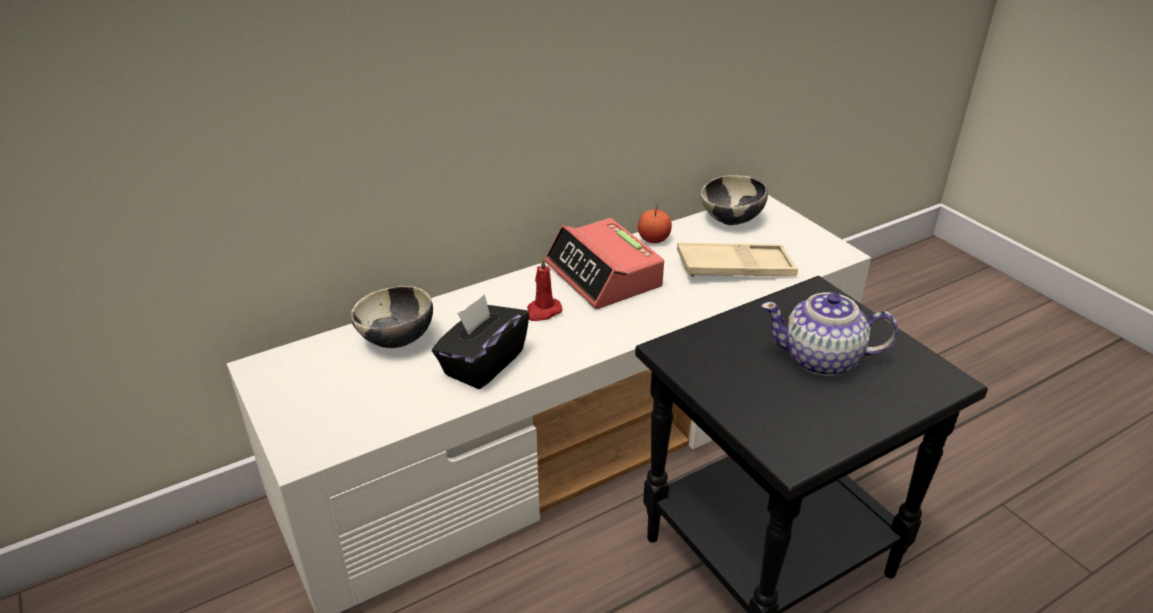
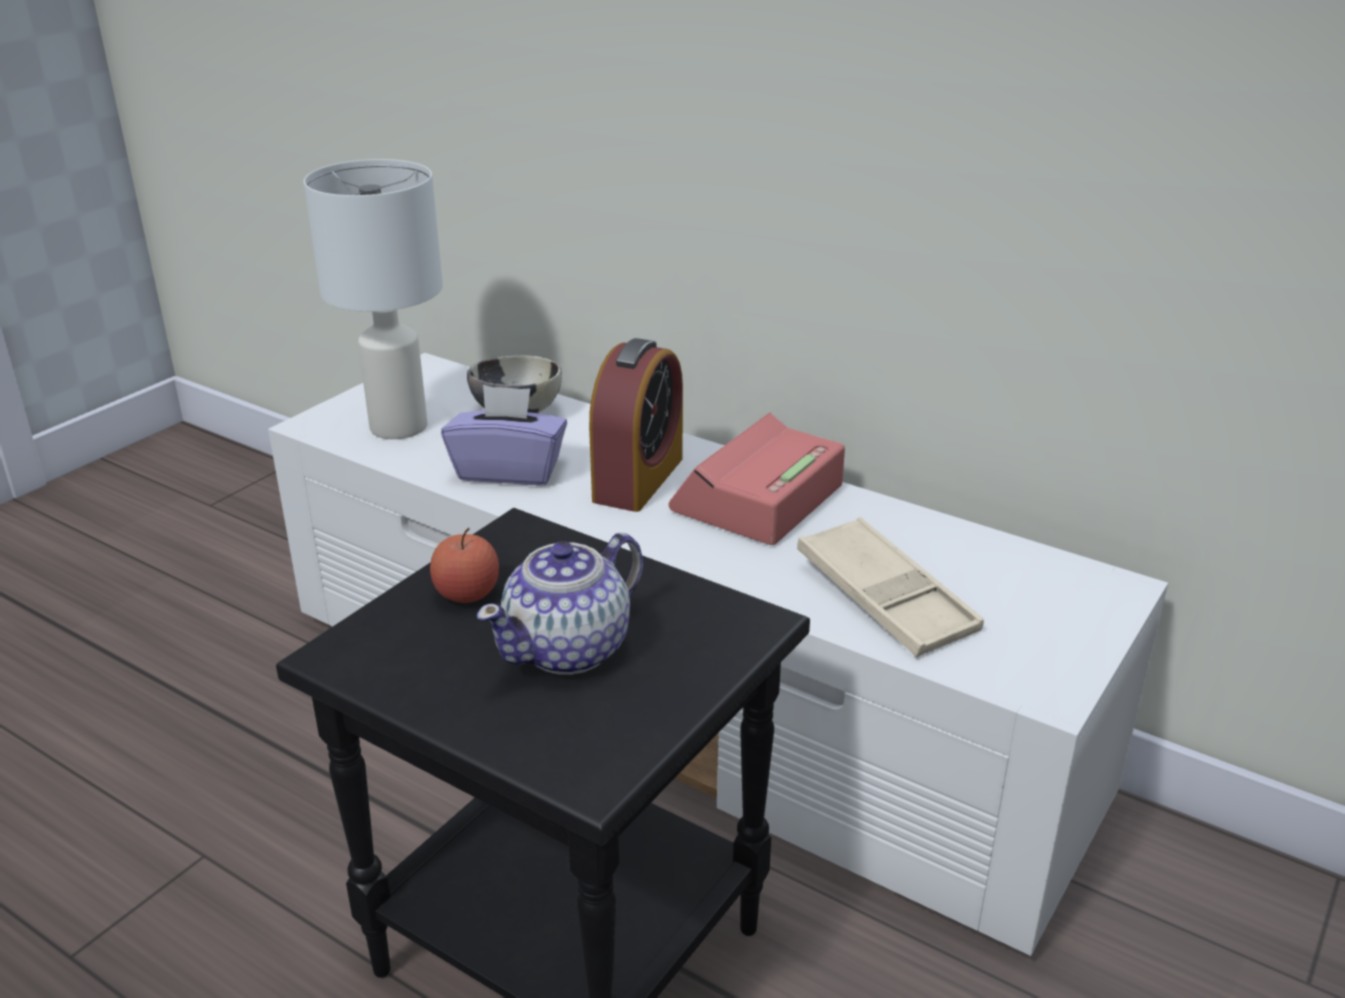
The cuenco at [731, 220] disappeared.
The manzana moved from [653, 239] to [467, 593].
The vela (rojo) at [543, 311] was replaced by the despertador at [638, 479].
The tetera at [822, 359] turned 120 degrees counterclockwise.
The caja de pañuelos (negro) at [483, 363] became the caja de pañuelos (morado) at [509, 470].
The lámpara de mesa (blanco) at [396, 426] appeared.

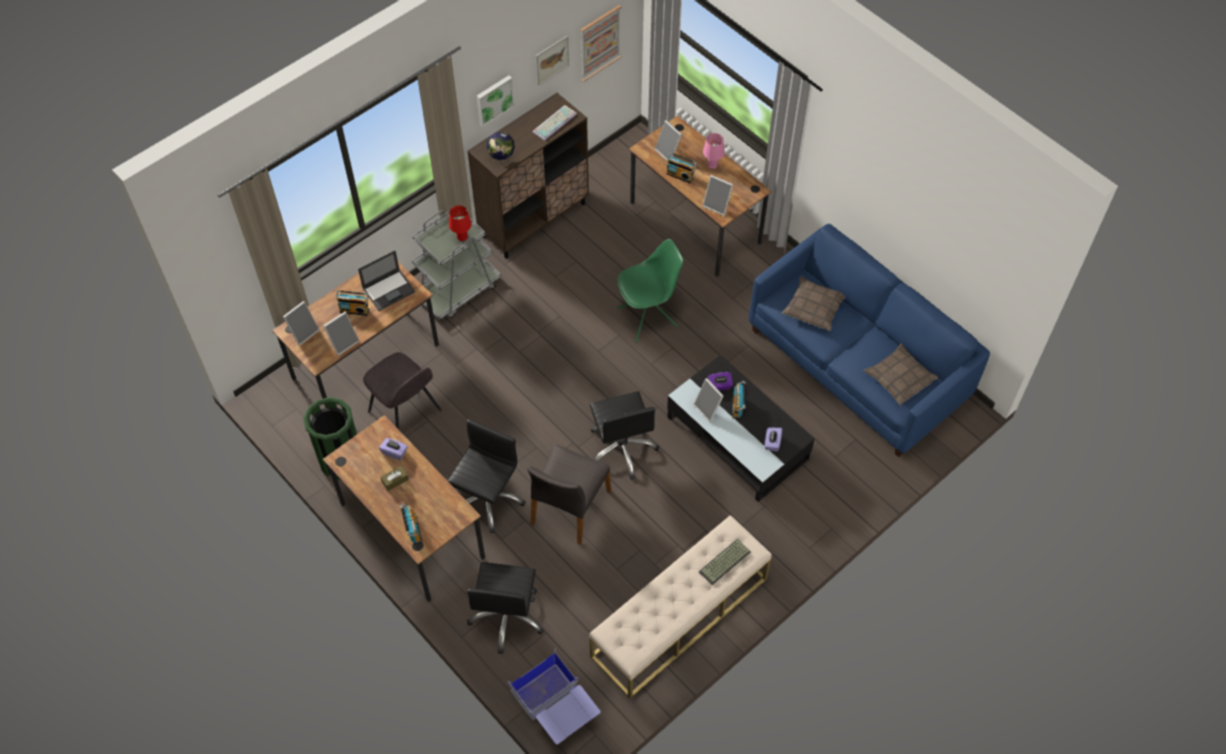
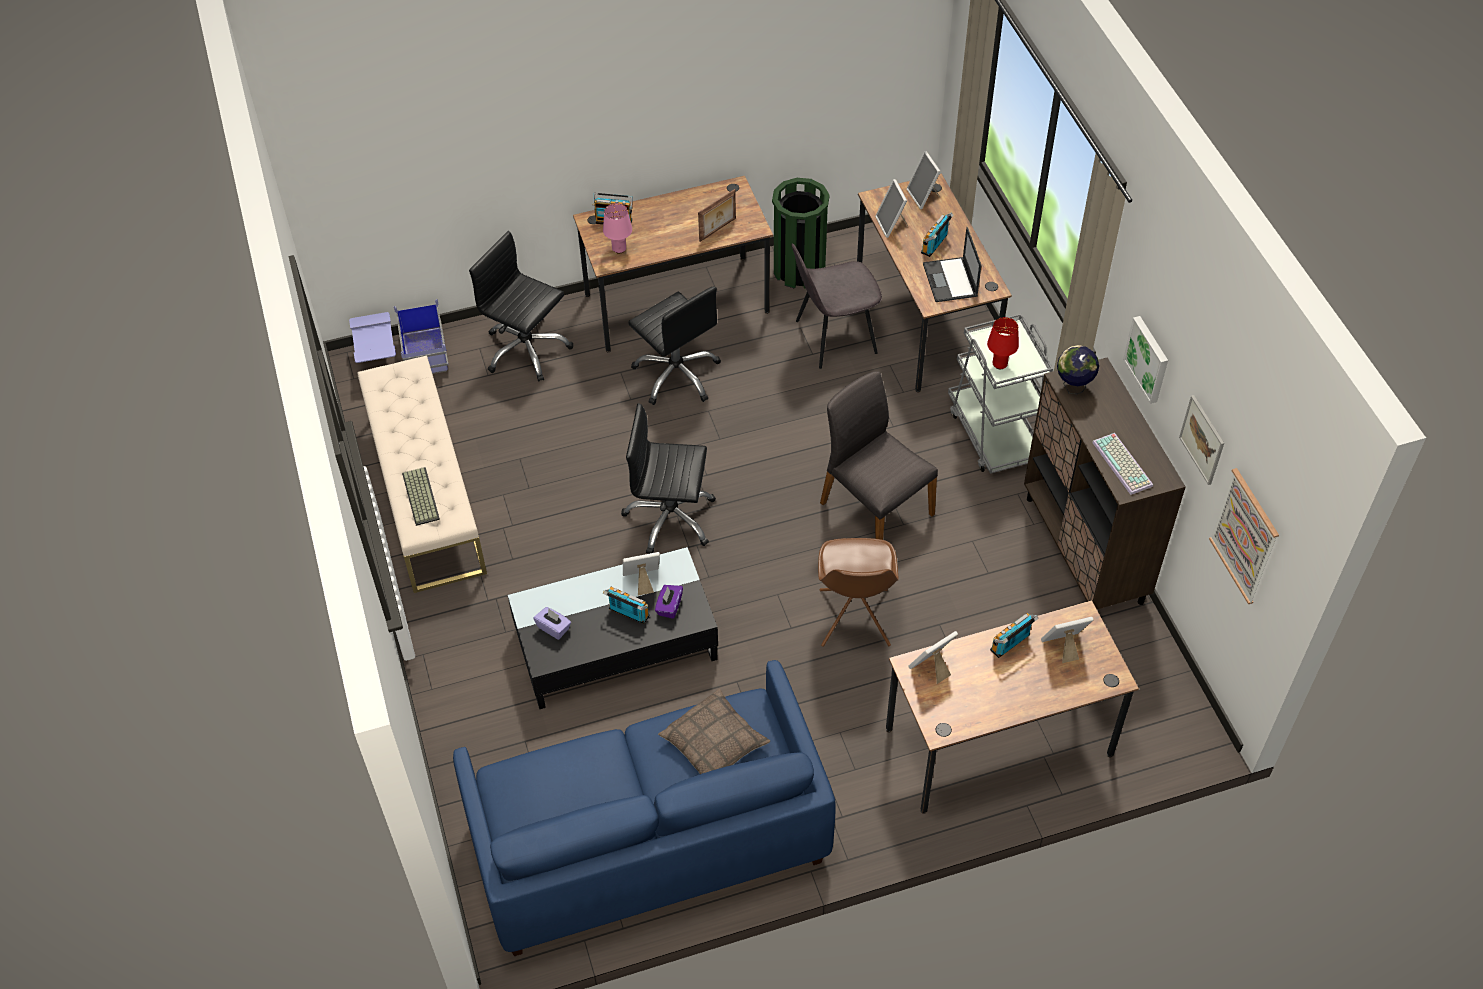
The lámpara de mesa (rosa) moved from [712, 165] to [619, 249].
The silla (verde) at [648, 317] became the silla (marrón) at [854, 619].
The cojín at [899, 378] disappeared.
The caja de pañuelos (morado) at [394, 452] was replaced by the portarretratos at [718, 230].
The silla (gris) moved from [569, 507] to [874, 508].
The caja de pañuelos (marrón) at [395, 480] disappeared.

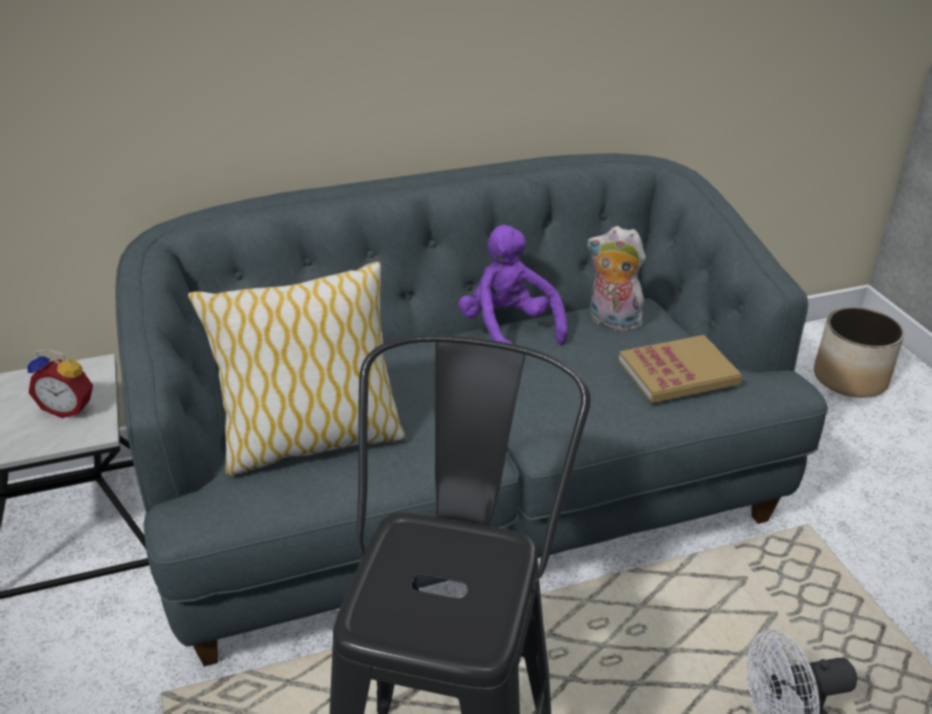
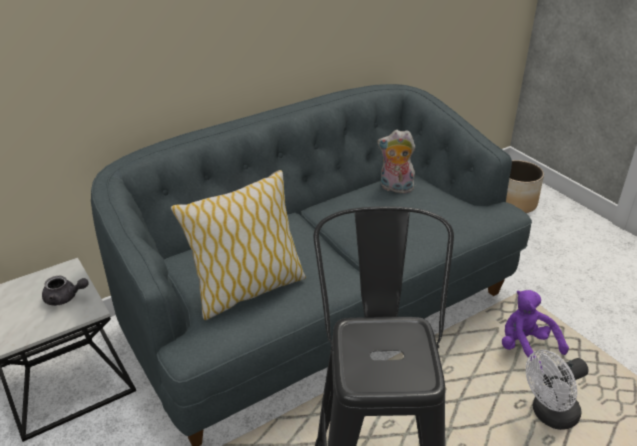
The peluche (morado) moved from [508, 330] to [526, 349].
The libro at [678, 373] disappeared.
The despertador at [70, 408] was replaced by the tetera (gris) at [65, 298].

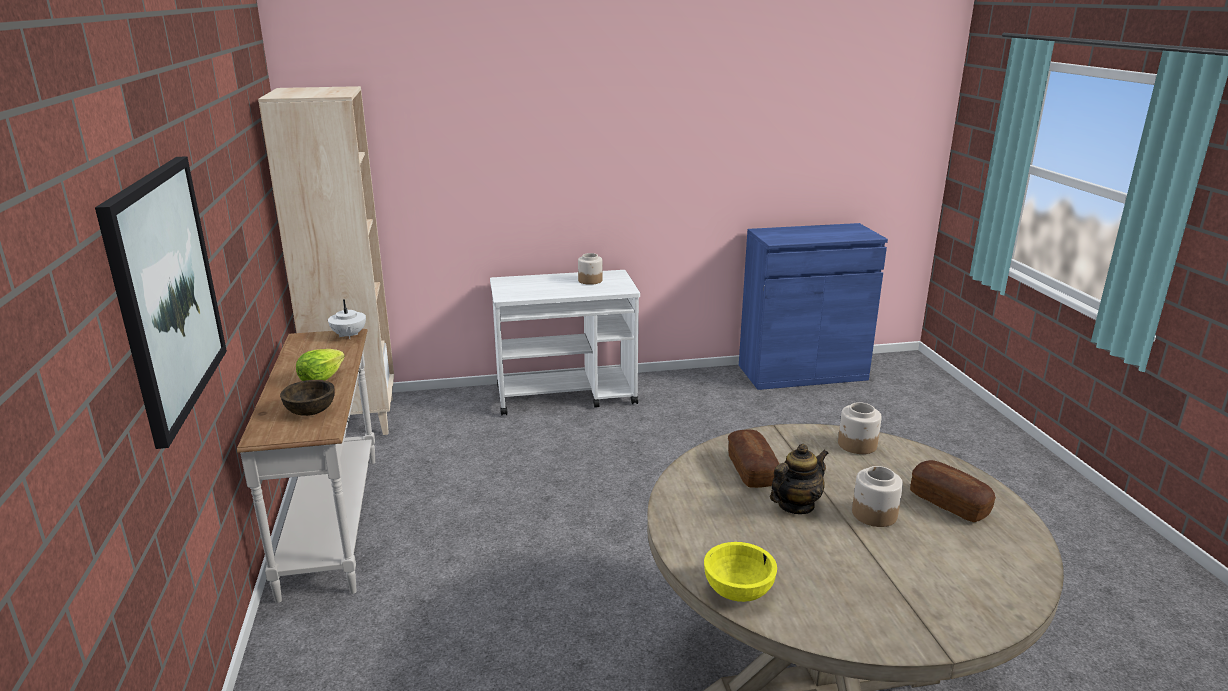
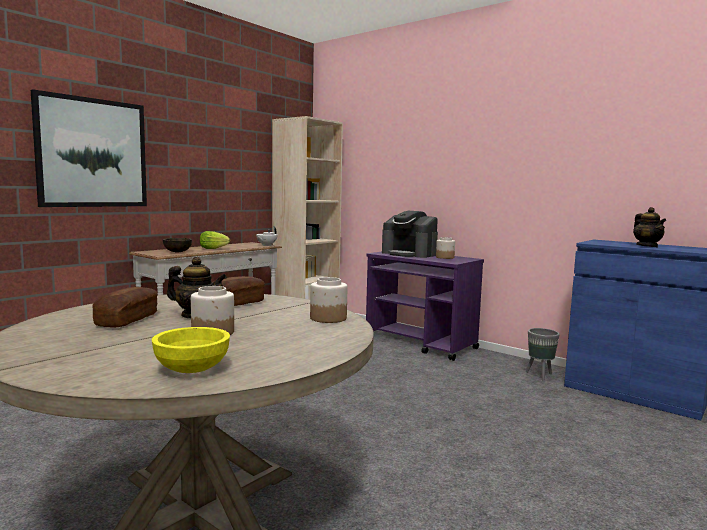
The carrito (blanco) at [567, 395] became the carrito (morado) at [421, 344].
The pan moved from [949, 503] to [127, 320].
The cuenco (amarillo) moved from [738, 591] to [191, 369].
The tetera at [647, 246] appeared.
The cafetera at [409, 254] appeared.
The maceta (gris) at [539, 375] appeared.

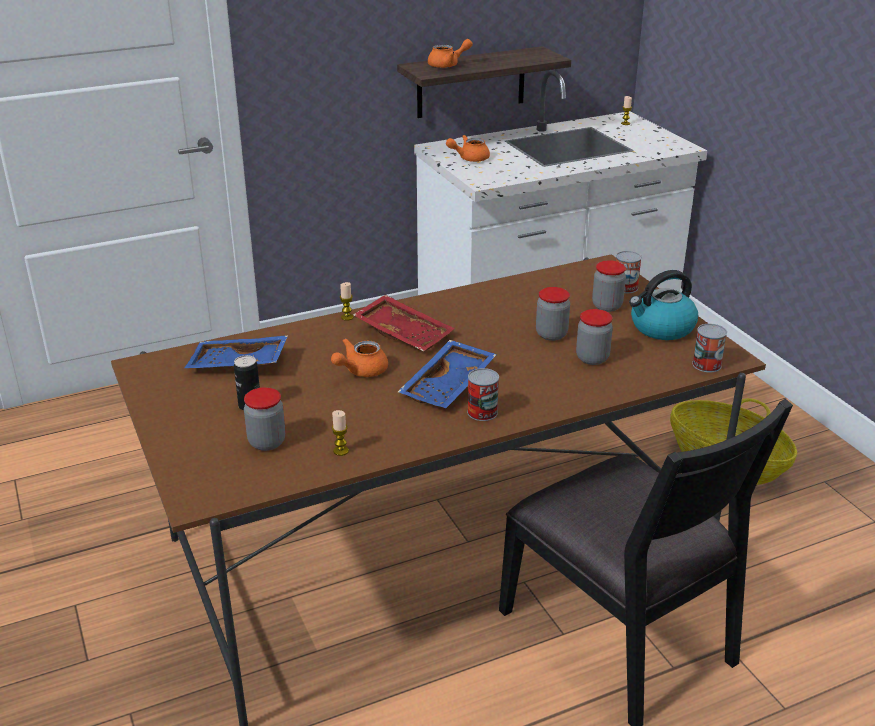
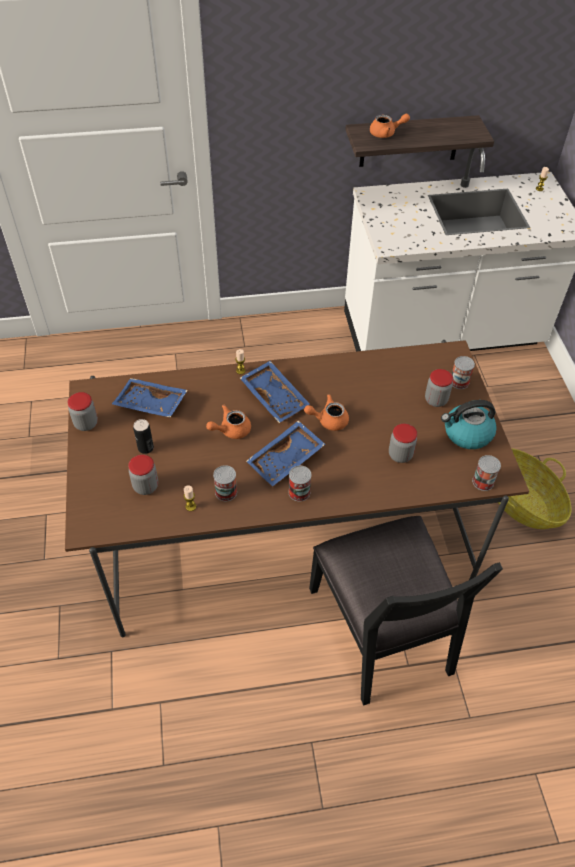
The tetera (naranja) moved from [469, 158] to [328, 420].
The tarro moved from [551, 334] to [86, 423].
The bandeja (rojo) at [405, 333] became the bandeja (azul) at [275, 397].
The lata at [226, 492] appeared.

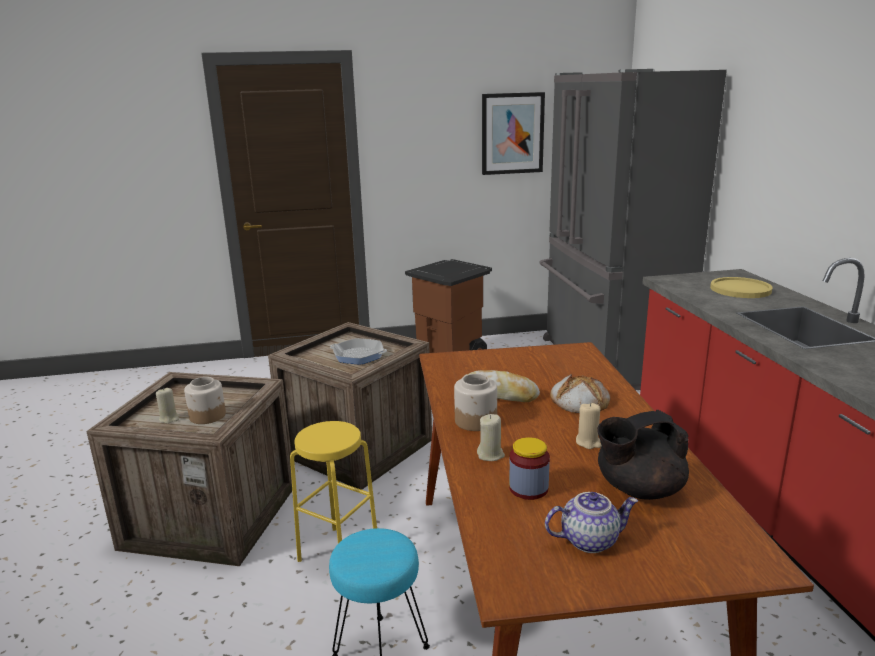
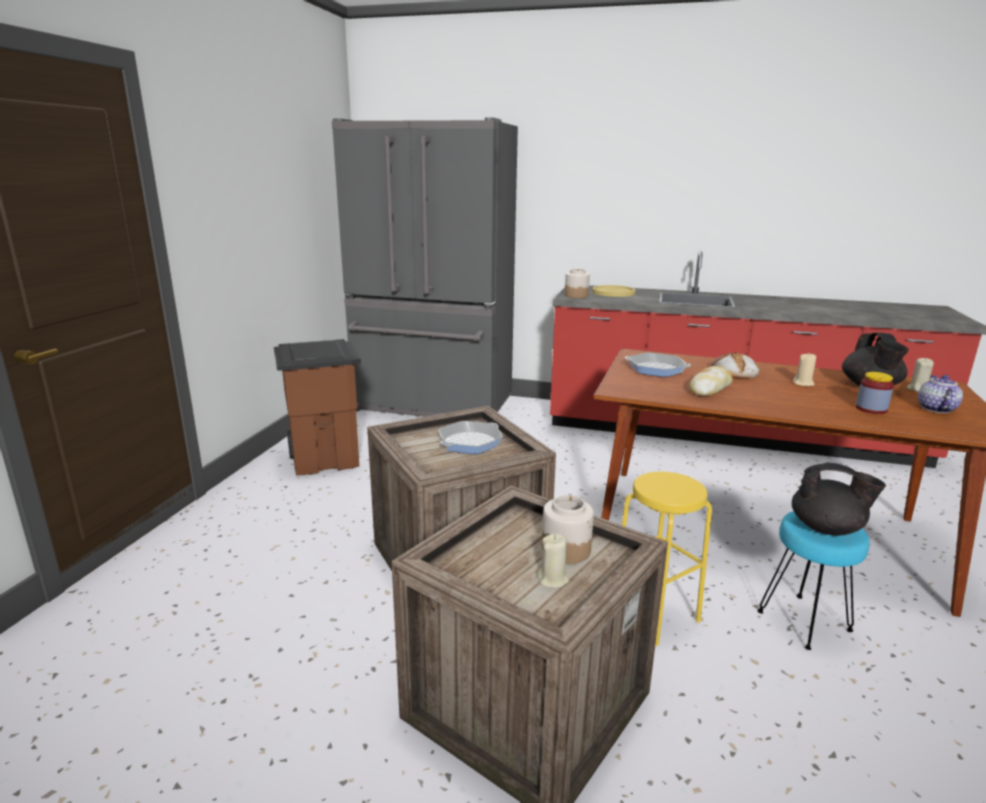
The cuadro at [512, 133] disappeared.
The tarro moved from [476, 421] to [576, 296].
The vela (beis) moved from [490, 455] to [917, 389].
The sartén at [656, 369] appeared.
The tetera (negro) at [827, 529] appeared.

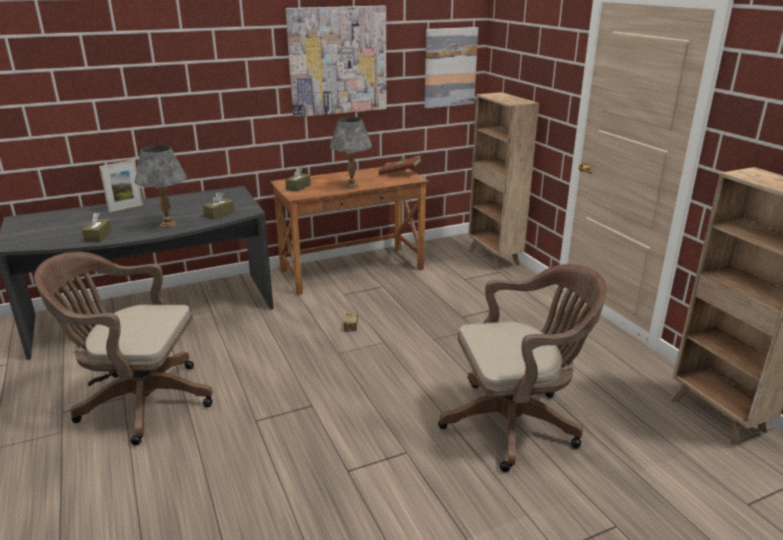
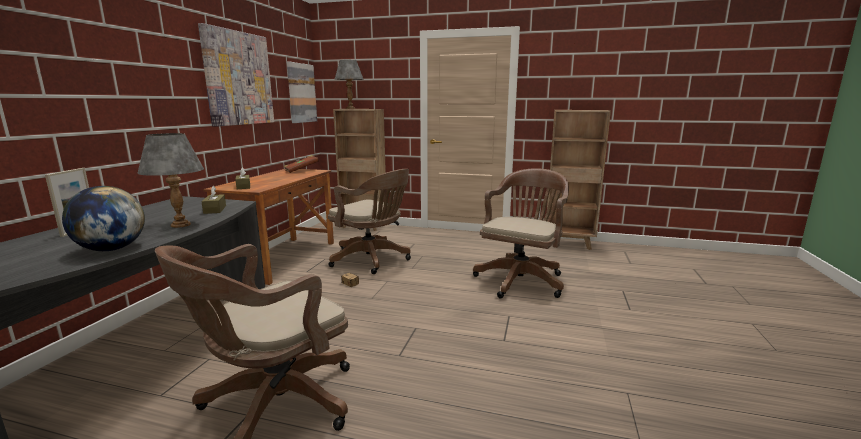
The lámpara de mesa (gris) moved from [352, 186] to [350, 108].
The caja de pañuelos (marrón) at [98, 236] was replaced by the globo terráqueo at [111, 249].
The silla de oficina (marrón) at [372, 260] appeared.

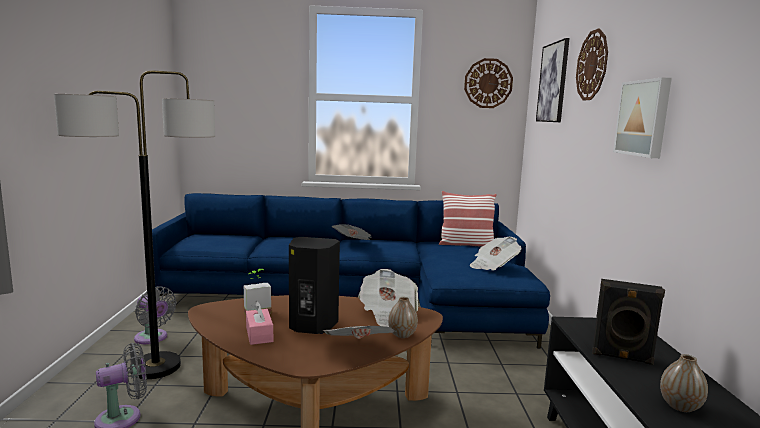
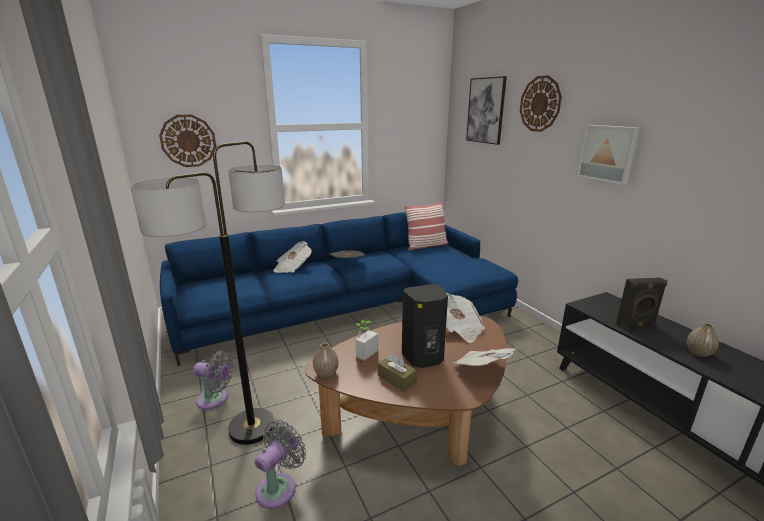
The reloj de pared moved from [488, 83] to [188, 141].
The periódico moved from [493, 266] to [292, 267].
The florero moved from [402, 335] to [326, 373].
The caja de pañuelos (rosa) at [259, 334] became the caja de pañuelos (marrón) at [396, 379].

